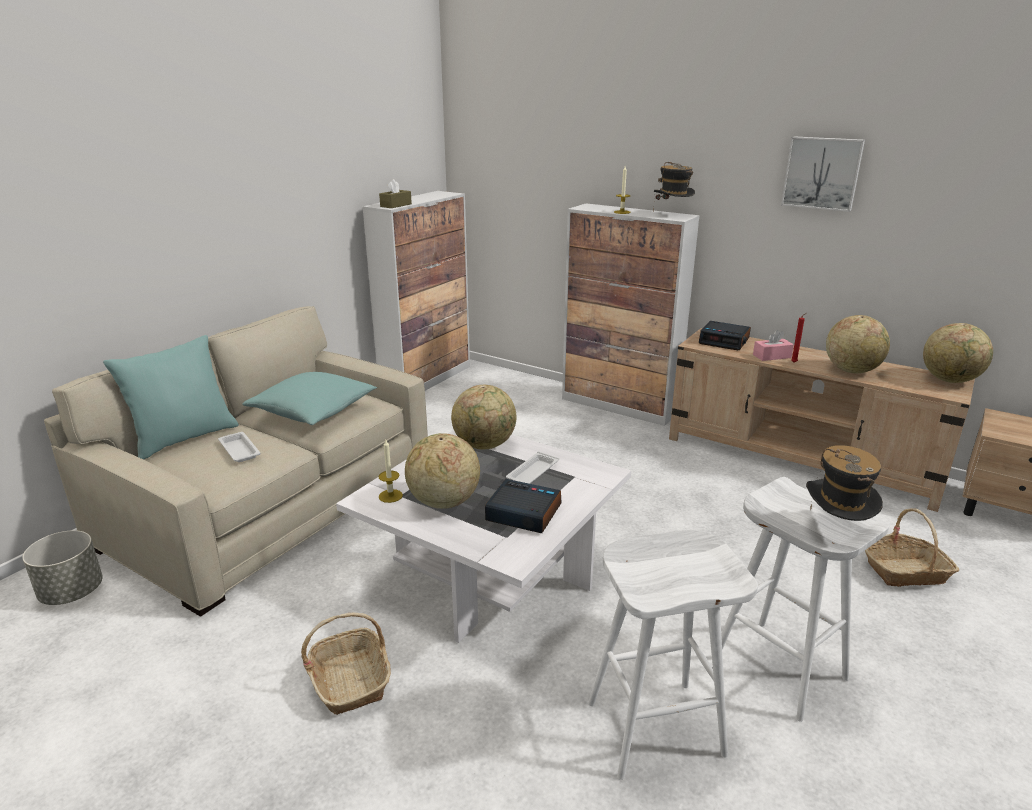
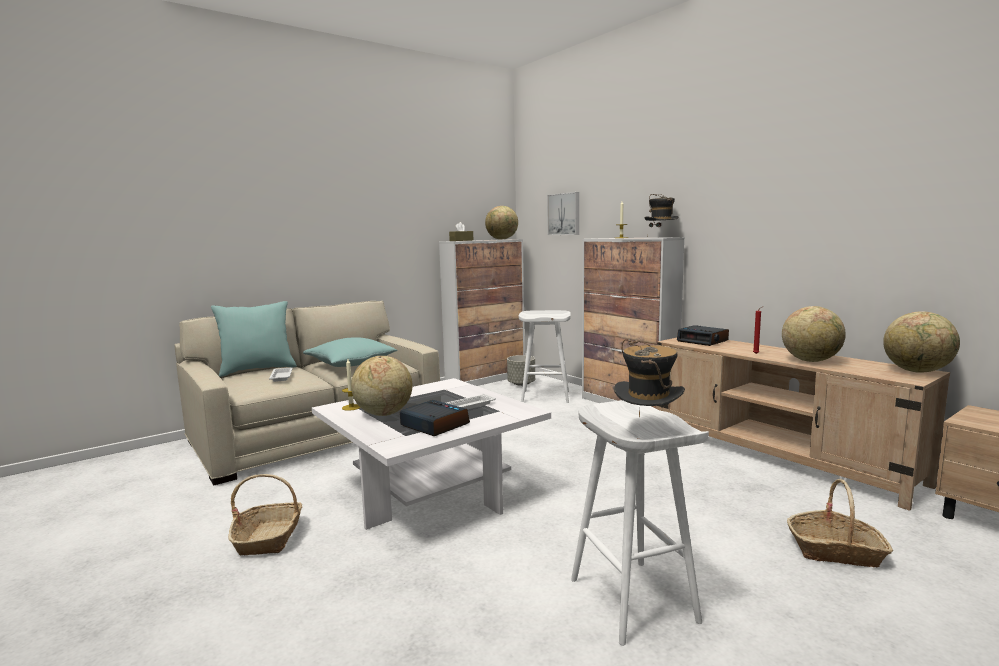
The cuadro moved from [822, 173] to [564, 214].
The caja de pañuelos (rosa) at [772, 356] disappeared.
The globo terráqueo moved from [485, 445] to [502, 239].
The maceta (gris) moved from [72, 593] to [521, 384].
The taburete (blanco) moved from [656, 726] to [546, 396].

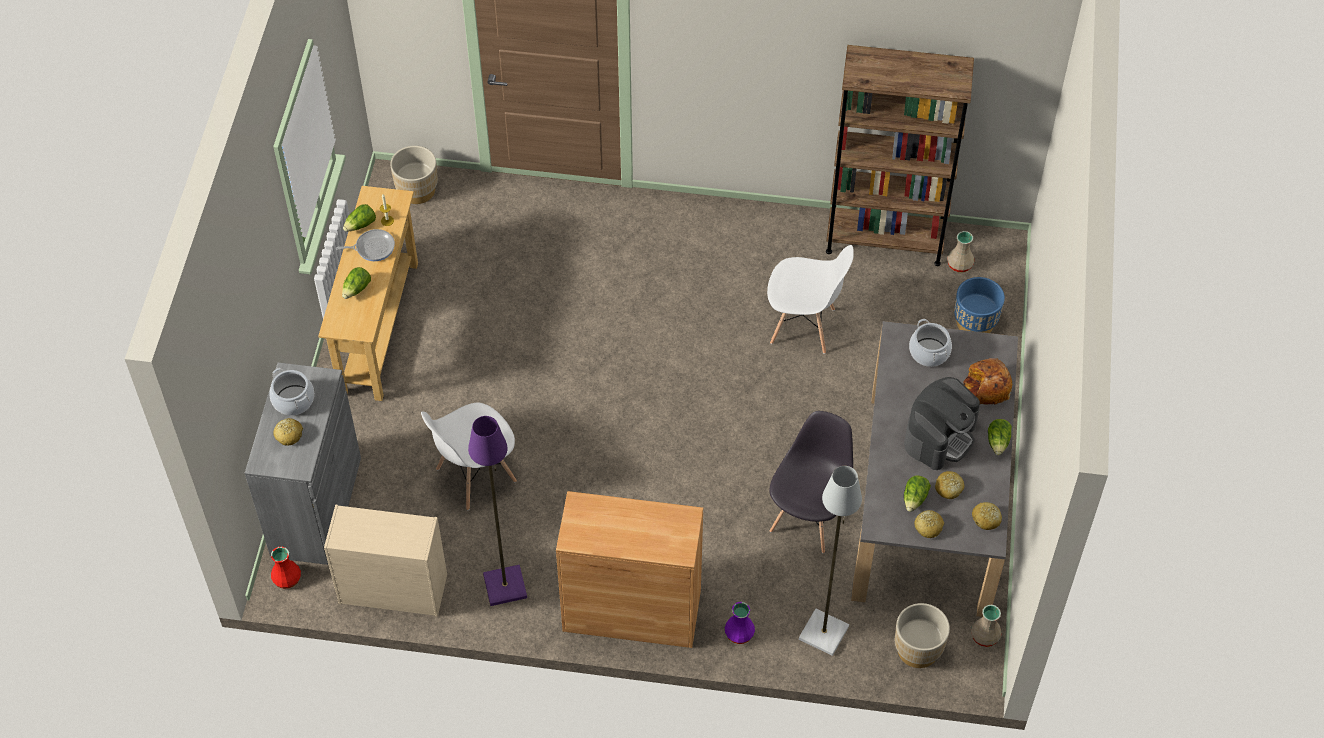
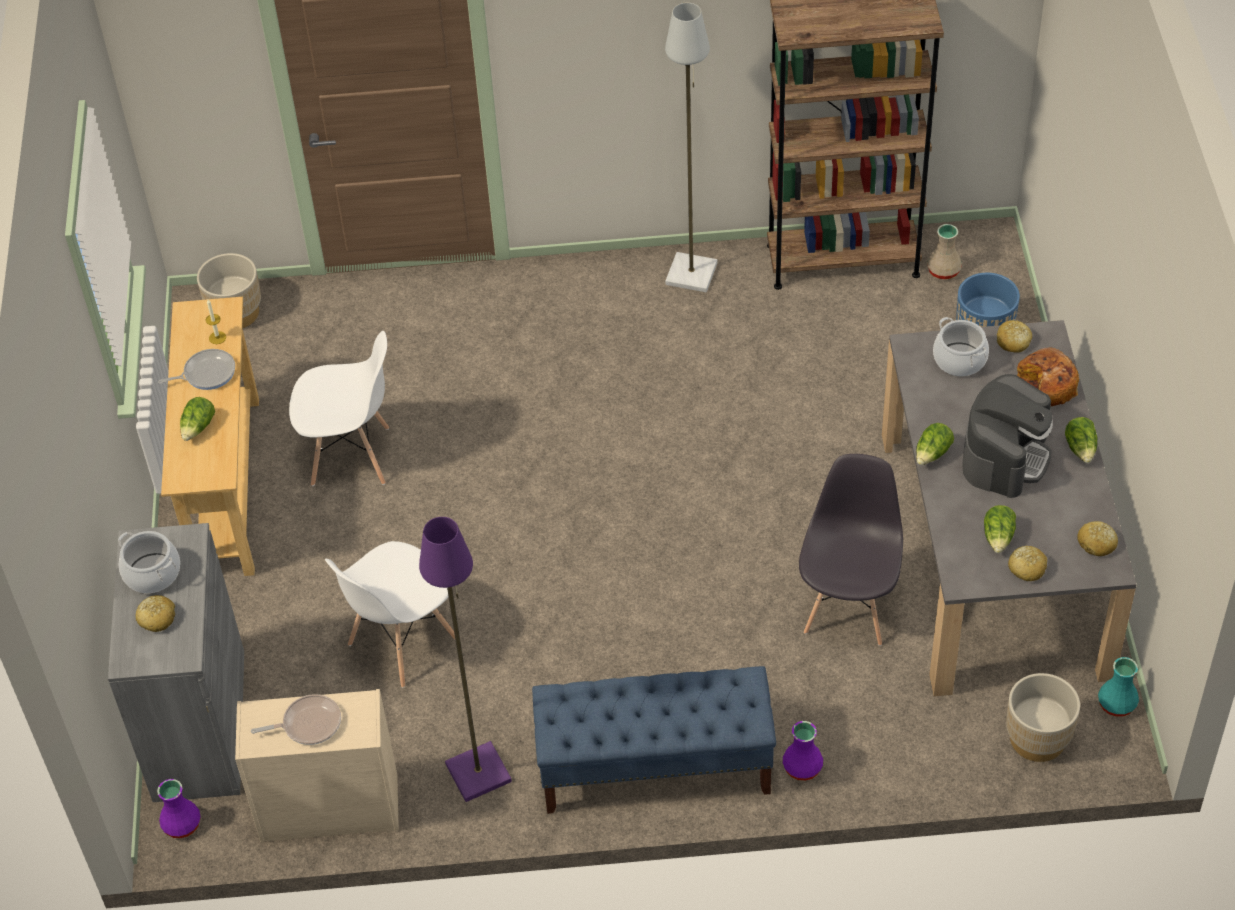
The lechuga moved from [361, 225] to [932, 453].
The silla (blanco) moved from [803, 327] to [352, 457].
The lámpara de pie (gris) moved from [824, 632] to [692, 273].
The pan moved from [948, 488] to [1013, 341].
The armario (marrón) at [632, 611] was replaced by the banco (azul) at [654, 769].
The florero (rojo) at [287, 578] became the florero (morado) at [183, 824].
The florero (beis) at [986, 636] became the florero (turquesa) at [1118, 703].
The sartén at [308, 724] appeared.

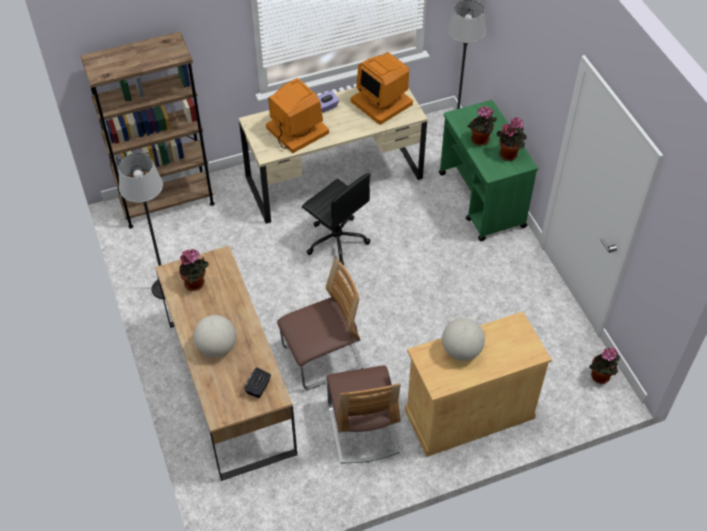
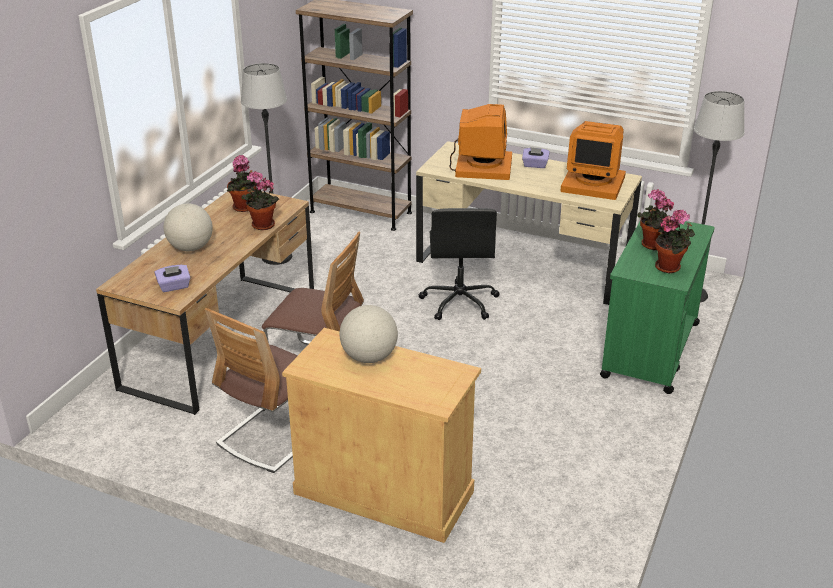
The monitor at [382, 102] turned 75 degrees counterclockwise.
The planta en maceta moved from [600, 377] to [261, 226].
The caja de pañuelos (negro) at [258, 388] became the caja de pañuelos (morado) at [174, 287].

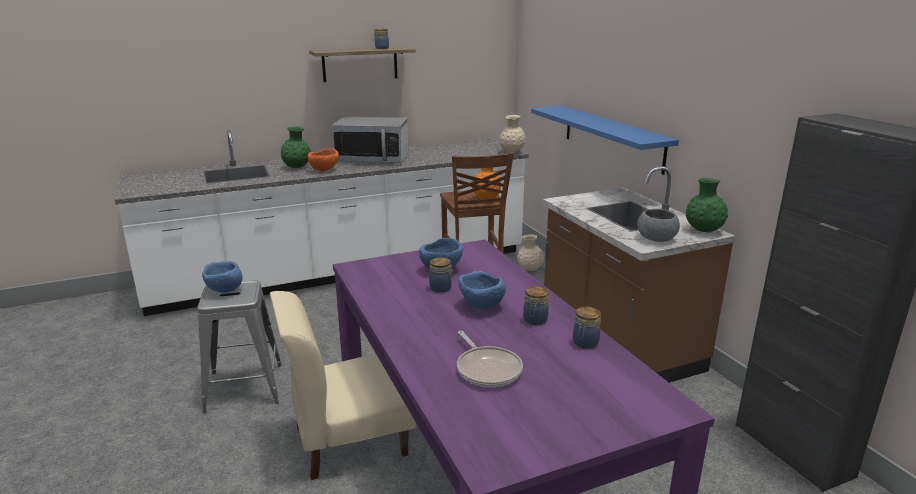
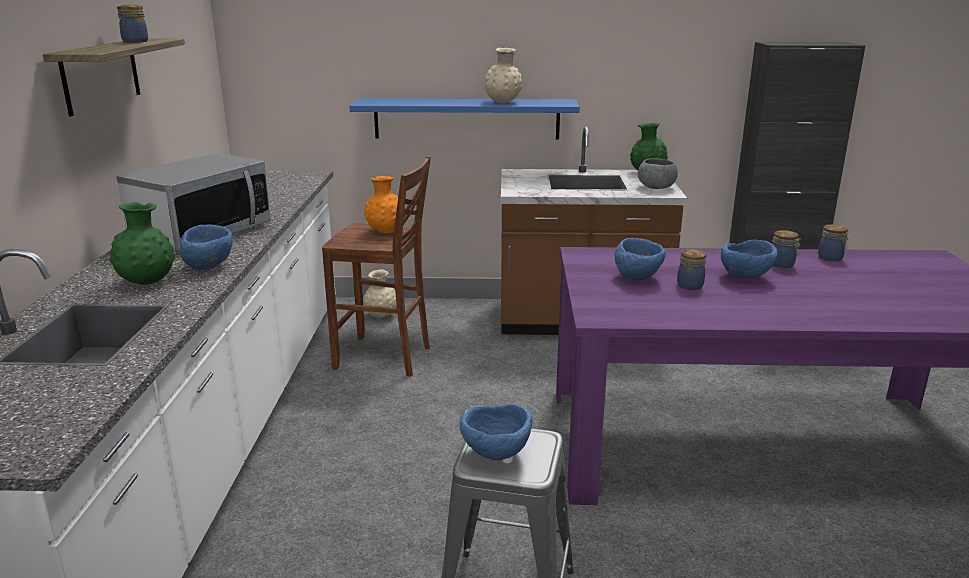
The florero (beis) moved from [512, 152] to [503, 102].
The cuenco (naranja) at [324, 171] became the cuenco (azul) at [209, 267].
The silla (beis) at [349, 440] disappeared.
The sartén at [487, 369] disappeared.

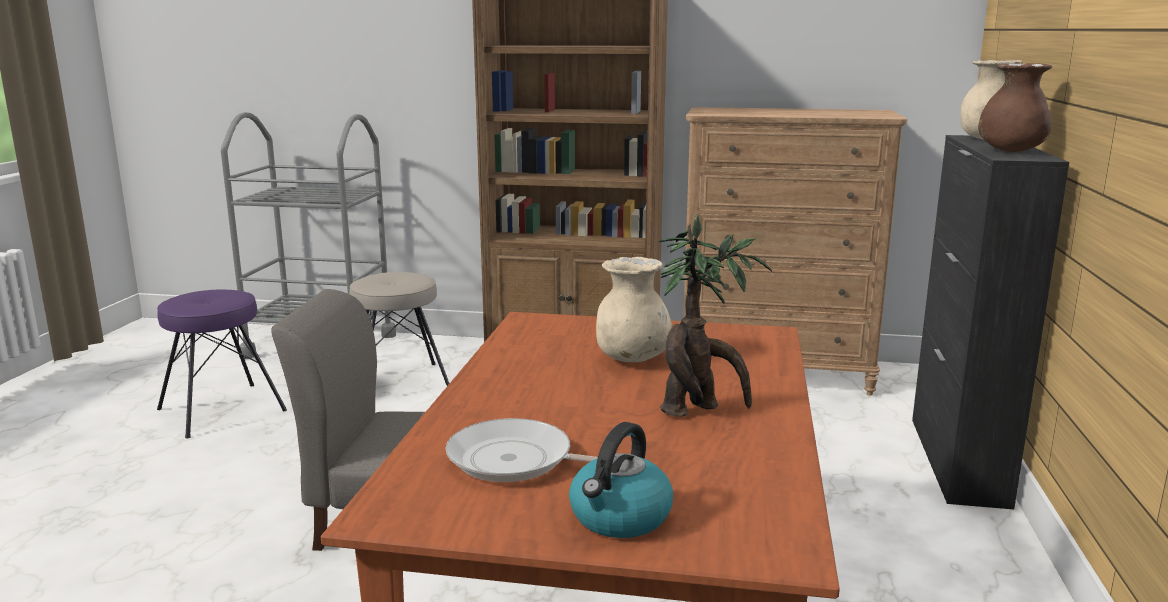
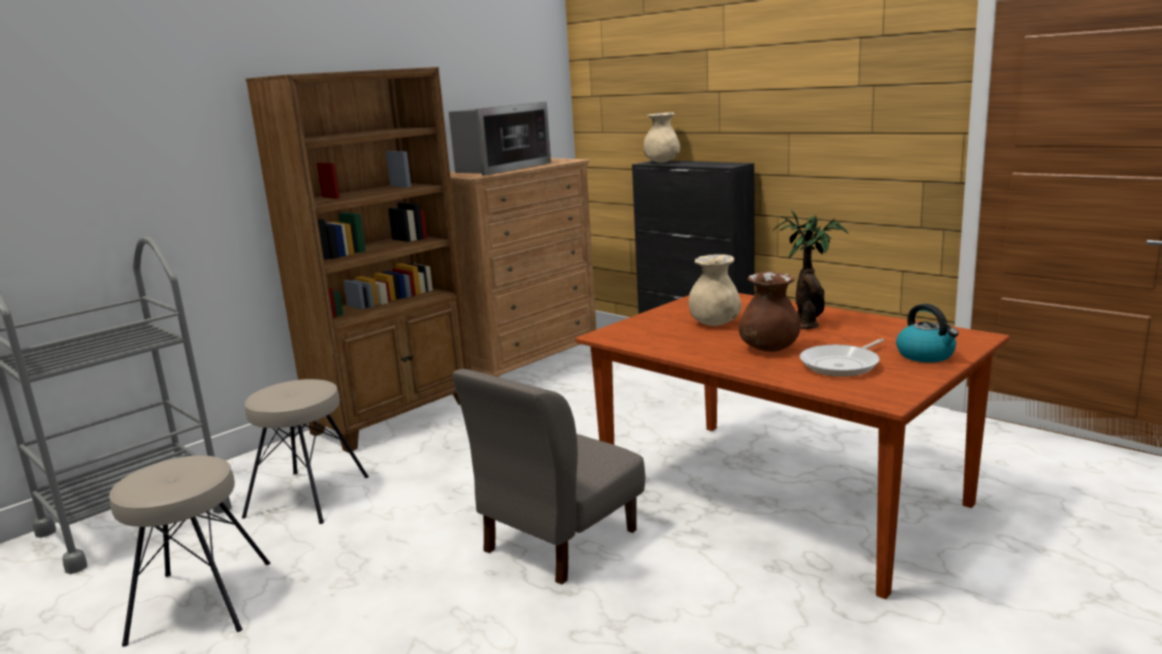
The florero (marrón) moved from [1011, 151] to [769, 349].
The taburete (morado) at [221, 409] became the taburete (beis) at [199, 601].
The microondas at [500, 168] appeared.

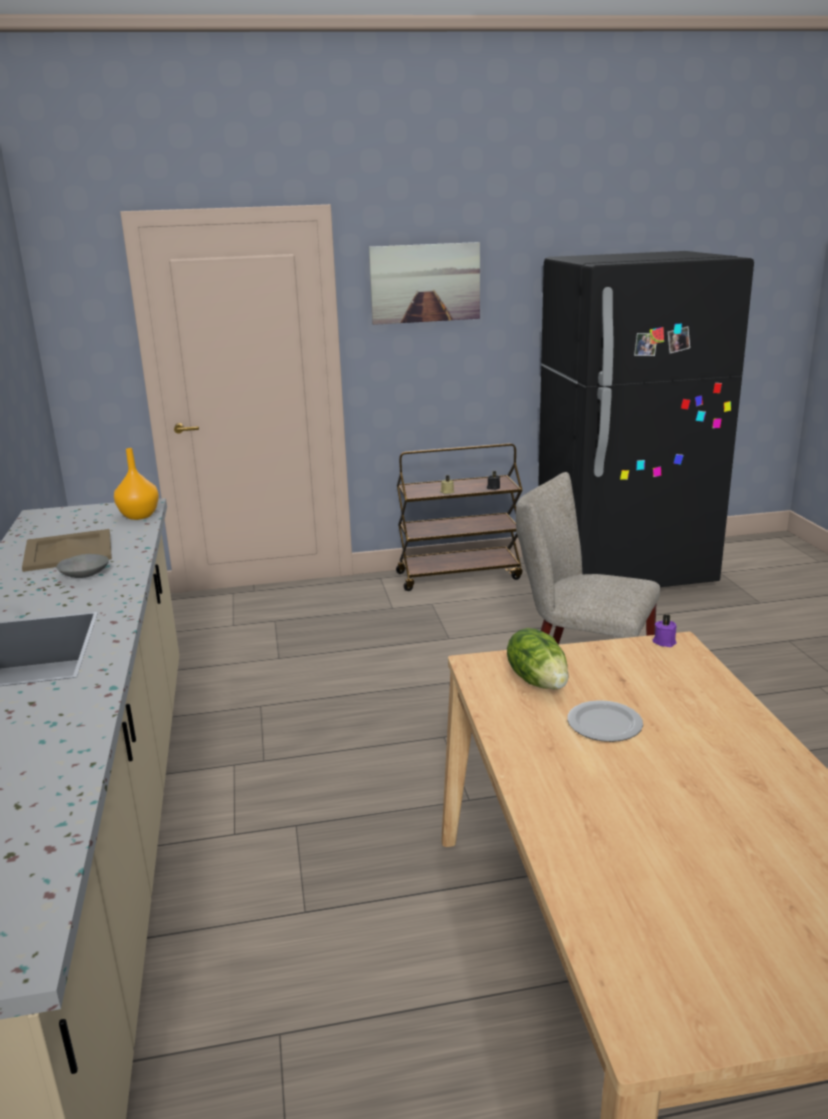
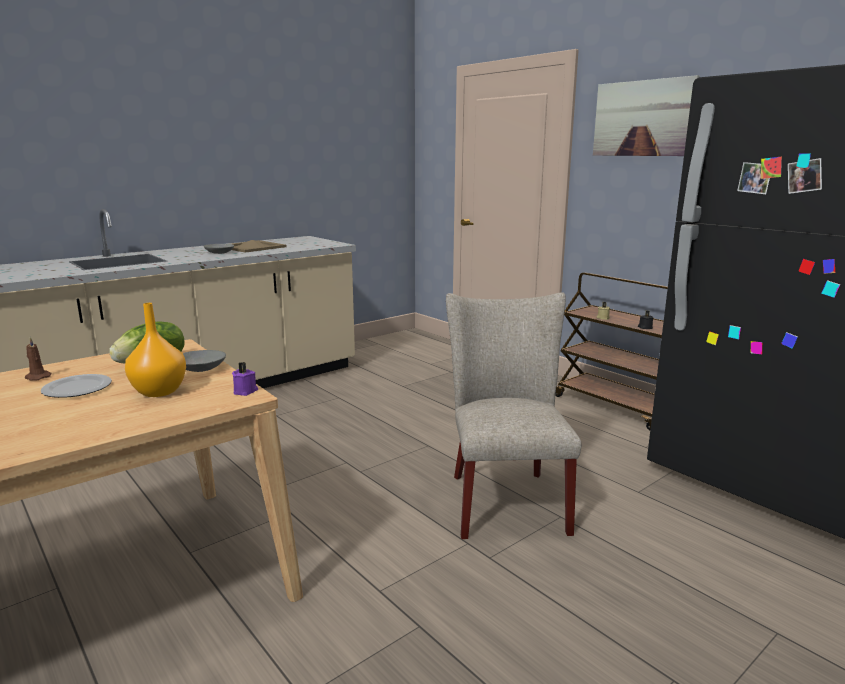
The florero (naranja) moved from [138, 516] to [159, 391].
The vela (marrón) at [37, 377] appeared.
The cuenco (gris) at [201, 368] appeared.

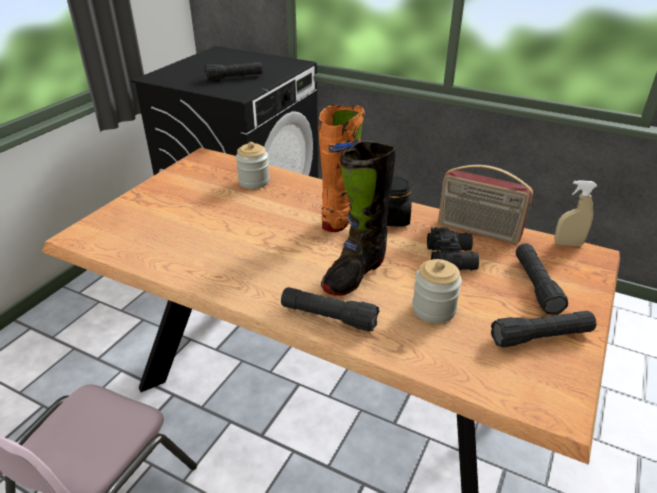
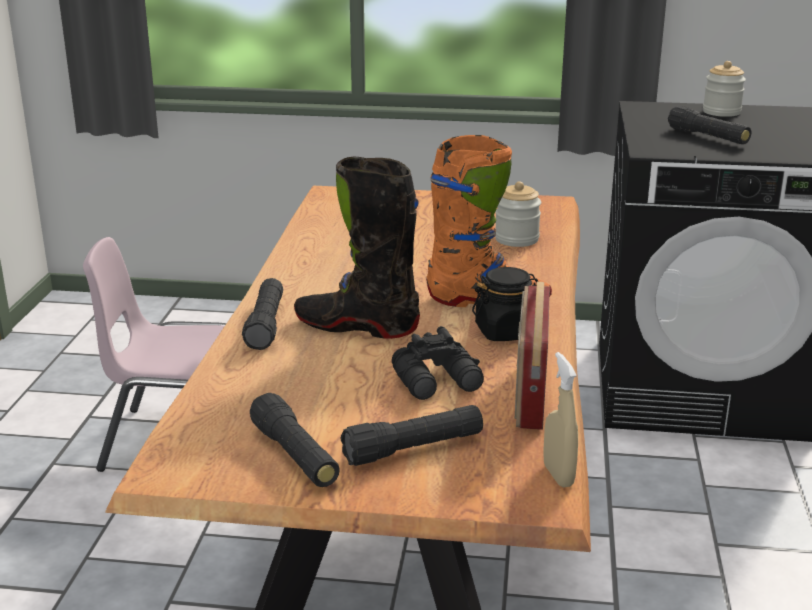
The tarro moved from [433, 309] to [721, 112].

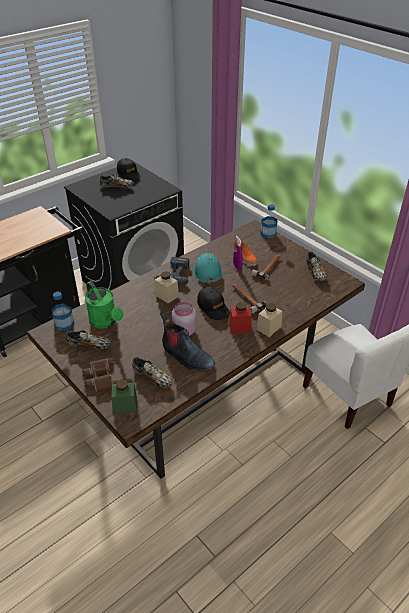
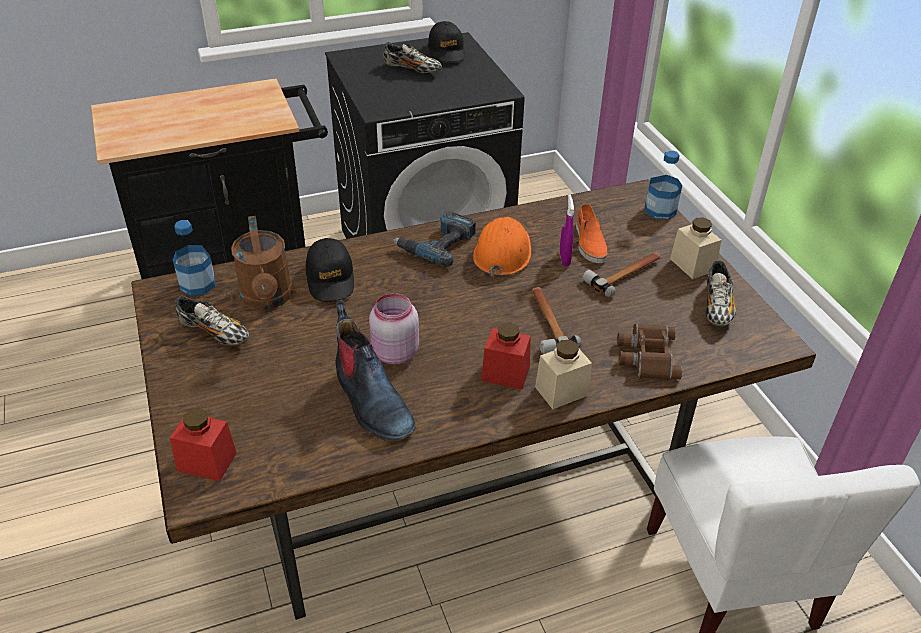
The casco (turquesa) at [207, 271] became the casco (naranja) at [502, 253].
The tarro (beis) moved from [166, 295] to [692, 265].
The regadera (verde) at [106, 322] became the regadera (marrón) at [268, 299].
The gorra (negro) moved from [213, 307] to [330, 278].
The zapato at [152, 378] disappeared.
The prismáticos (marrón) moved from [99, 377] to [646, 355].
The tarro (verde) at [125, 406] became the tarro (rojo) at [207, 462].

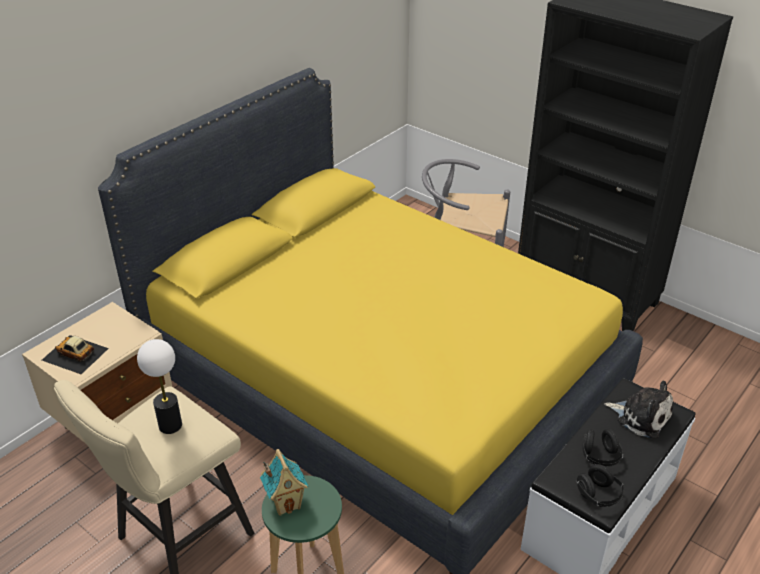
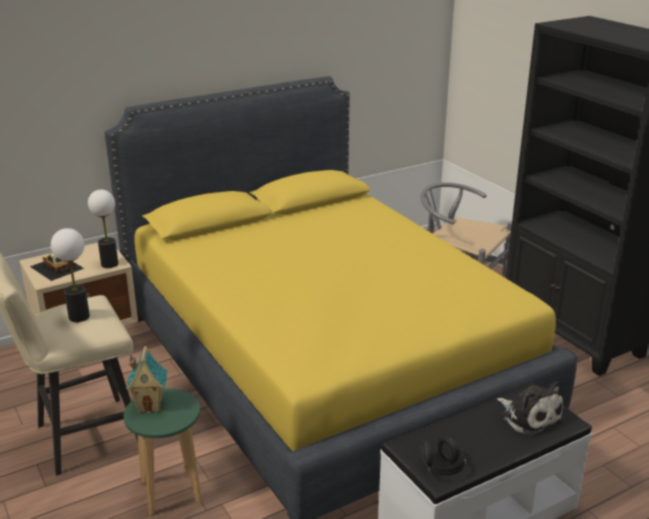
The auriculares (negro) at [600, 457] disappeared.
The lámpara de mesa at [110, 264] appeared.

